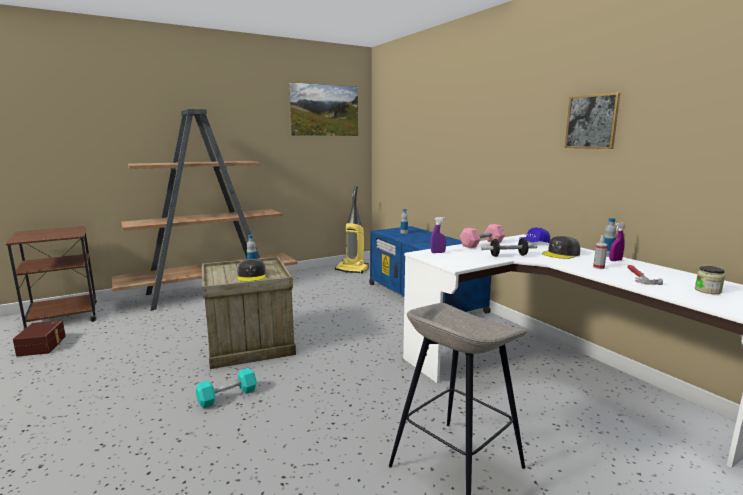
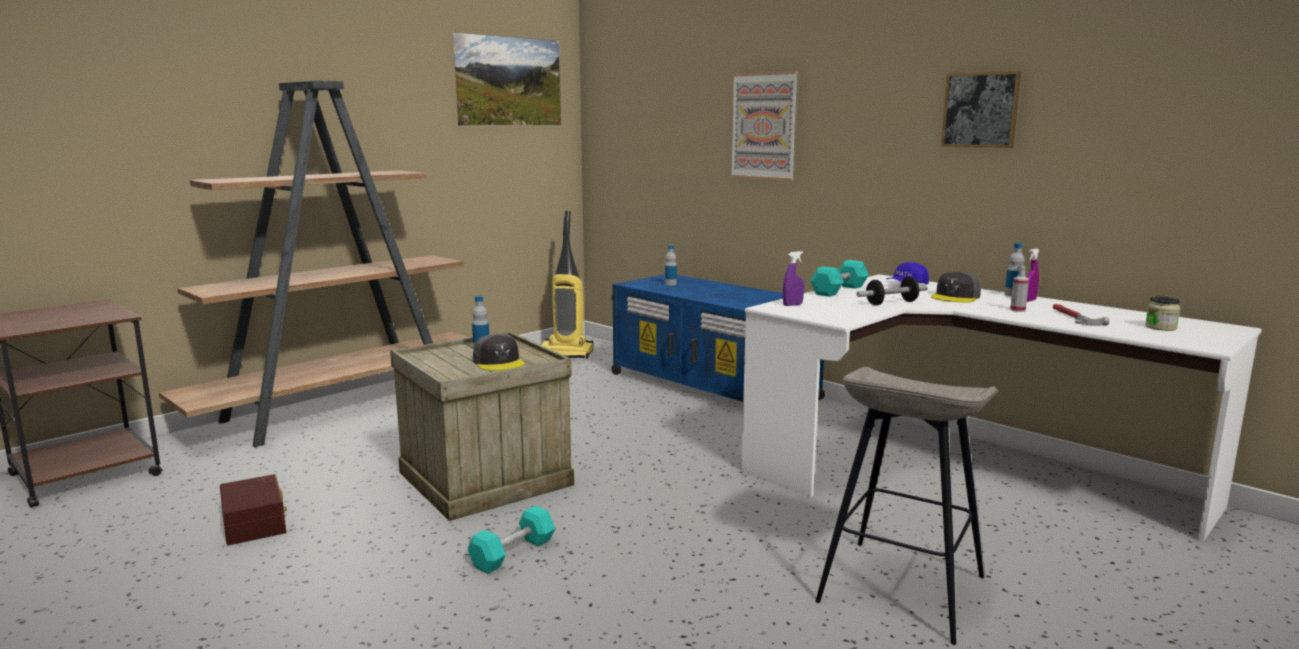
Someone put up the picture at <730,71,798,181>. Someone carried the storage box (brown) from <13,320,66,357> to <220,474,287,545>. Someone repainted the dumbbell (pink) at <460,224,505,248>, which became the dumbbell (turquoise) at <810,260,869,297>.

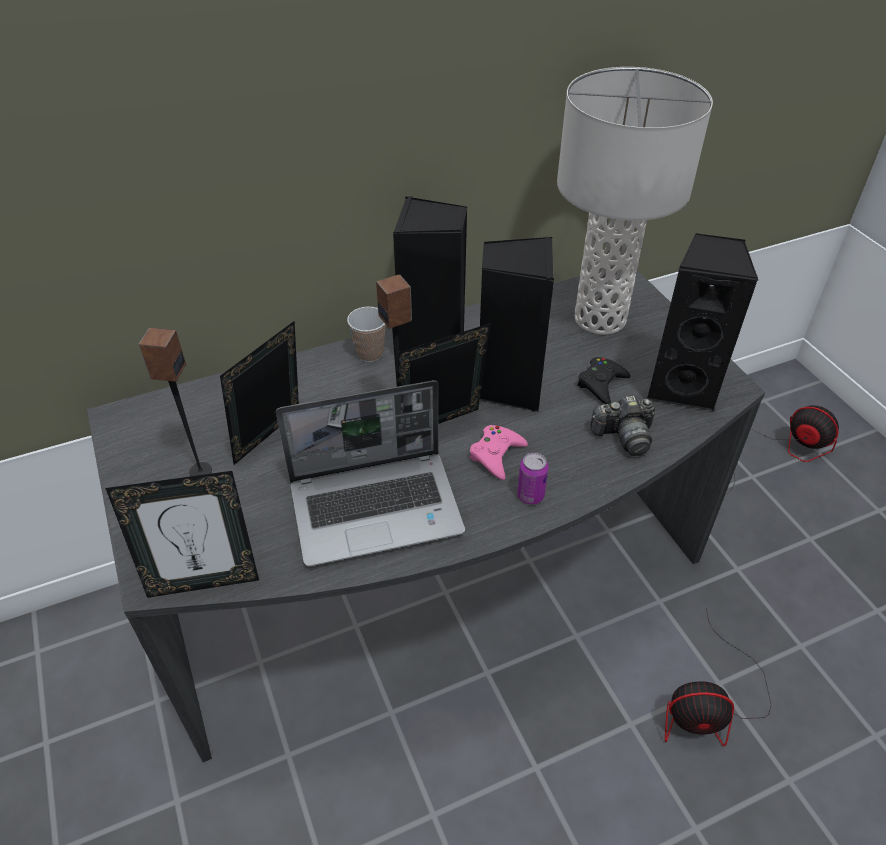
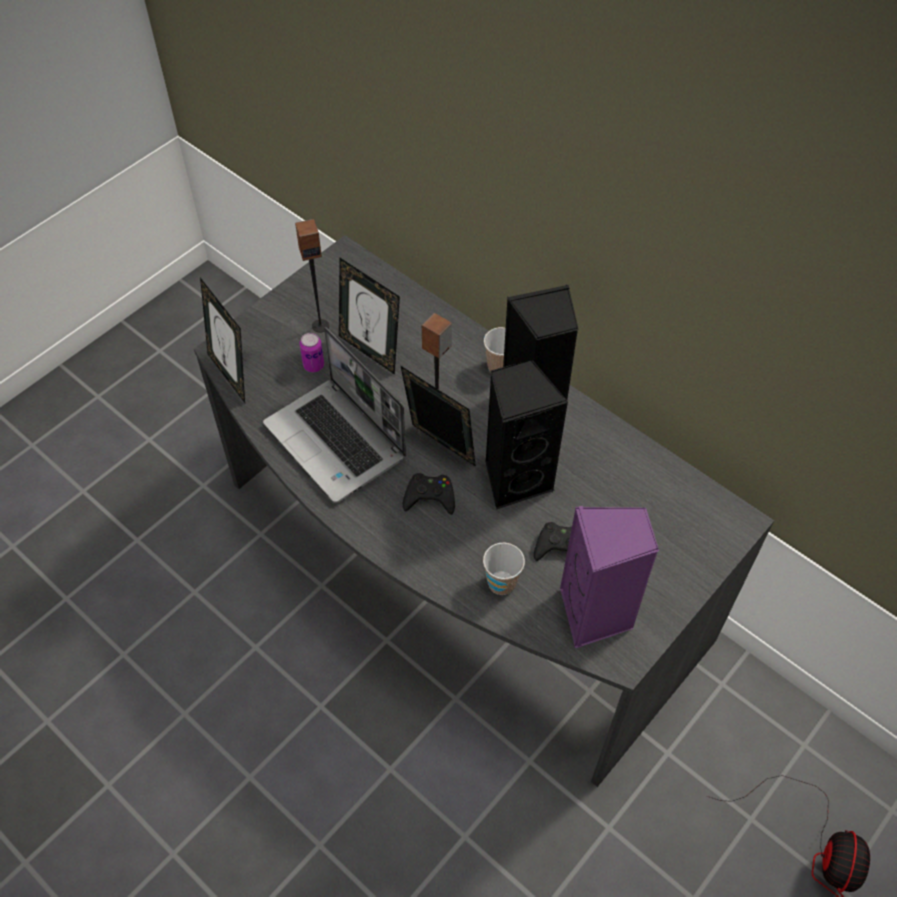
Someone took away the table lamp (white) at <557,67,713,335>. Someone took away the fan at <665,608,772,747>. Someone carried the can from <517,452,549,505> to <299,333,324,372>. Someone swapped the photo camera at <590,396,655,456> for the cup at <483,543,525,595>. Someone repainted the game controller (pink) at <470,425,528,480>, which became the game controller (black) at <403,473,455,515>. Someone repainted the speaker (black) at <647,233,759,412>, which became the speaker (purple) at <560,506,659,648>. Someone rotated the picture frame at <220,321,299,465> by 150 degrees counterclockwise.

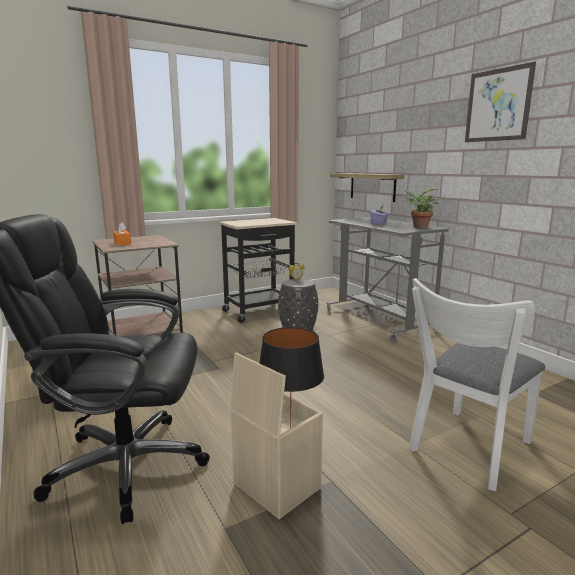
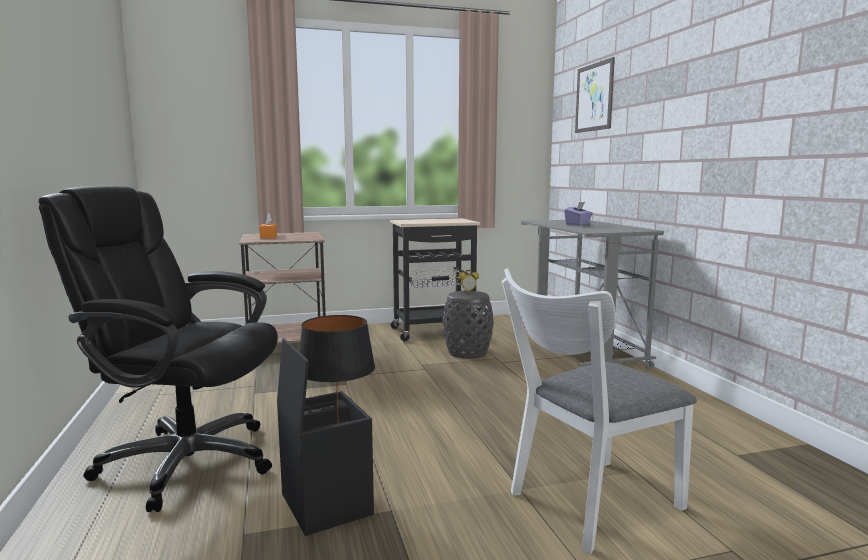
Someone took away the shelf at <330,173,404,202>. Someone took away the potted plant at <404,188,439,228>. Someone carried the picture from <465,62,536,142> to <575,57,615,133>. Someone repainted the storage box (beige) at <230,353,323,519>, which became the storage box (black) at <277,338,374,536>.

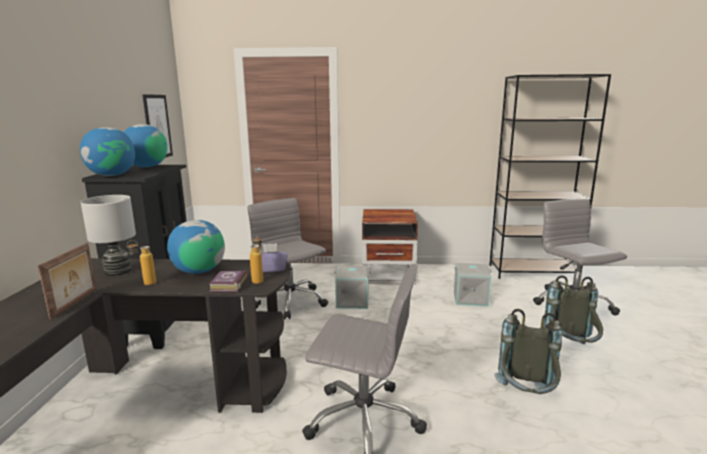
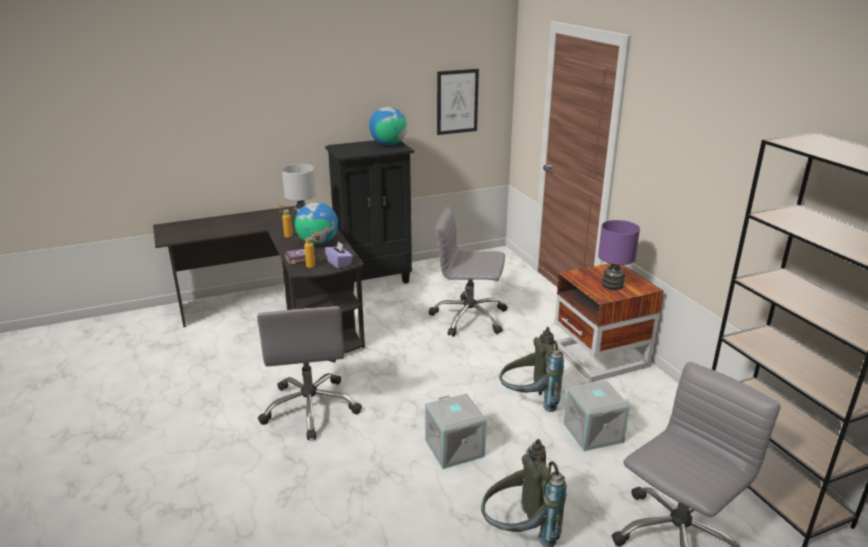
Someone took away the picture frame at <38,243,97,319>. Someone took away the globe at <80,127,135,176>. Someone put down the table lamp (purple) at <598,220,640,290>. Someone carried the storage box (grey) from <334,266,370,309> to <425,394,487,469>. Someone carried the backpack (grey) from <494,309,562,394> to <499,327,564,412>. Someone rotated the office chair (grey) at <248,198,328,319> by 105 degrees counterclockwise.

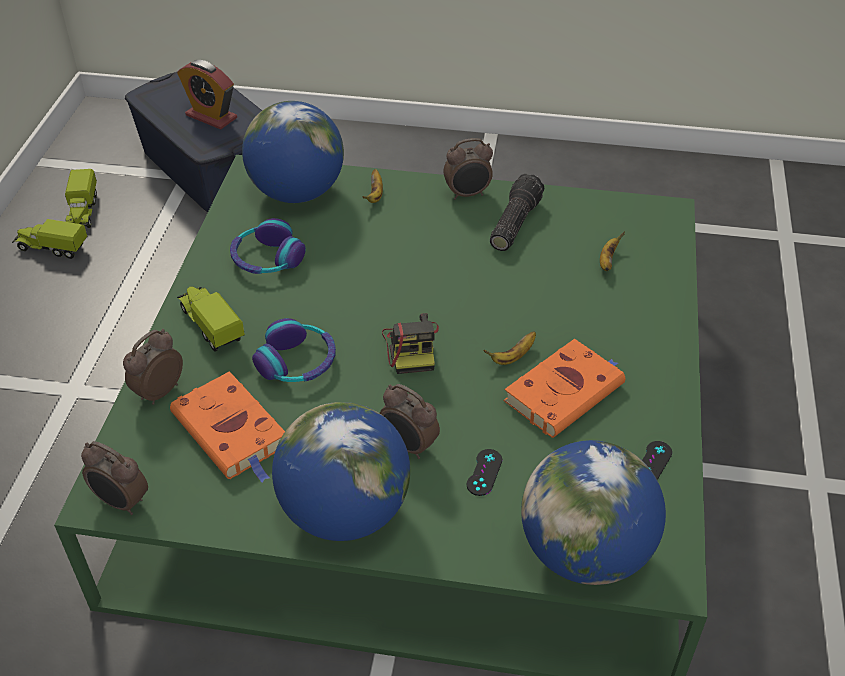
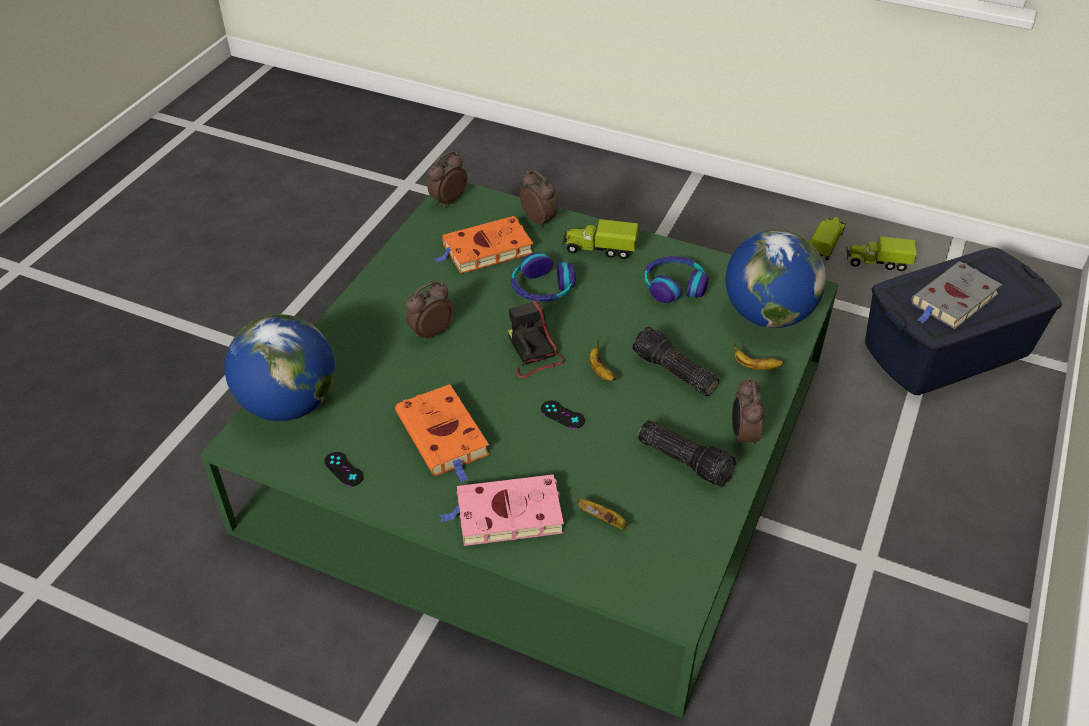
Someone took away the globe at <272,402,410,541>. Someone put down the book (pink) at <440,474,564,546>. Someone put down the flashlight at <632,326,719,396>. Someone carried the game controller (black) from <467,449,502,496> to <541,401,585,429>. Someone carried the banana from <483,331,536,365> to <589,339,616,381>. Someone swapped the alarm clock at <177,60,237,129> for the book (grey) at <911,261,1002,329>. Someone rotated the toy truck at <177,286,245,352> by 150 degrees counterclockwise. Someone rotated the photo camera at <382,313,439,374> by 60 degrees clockwise.

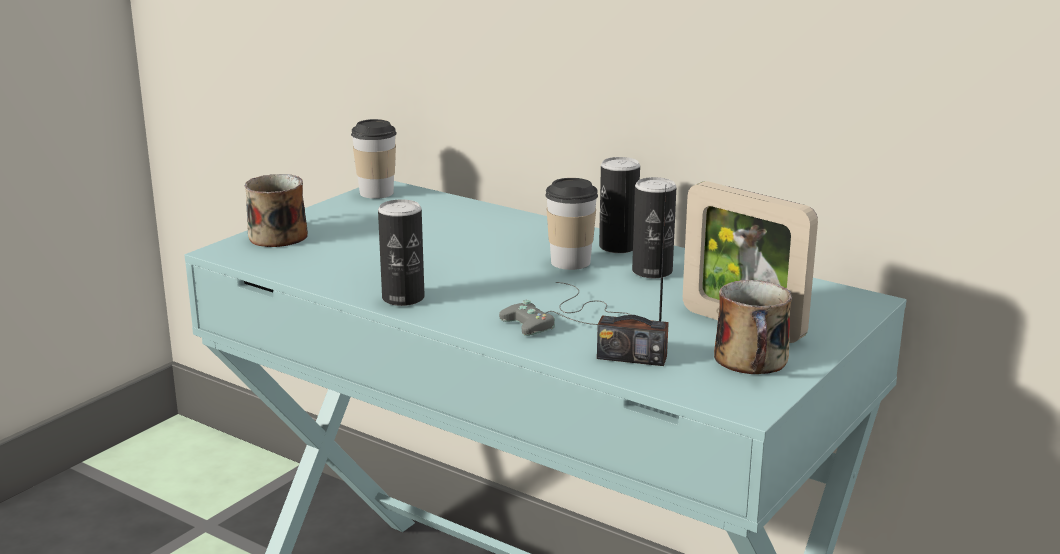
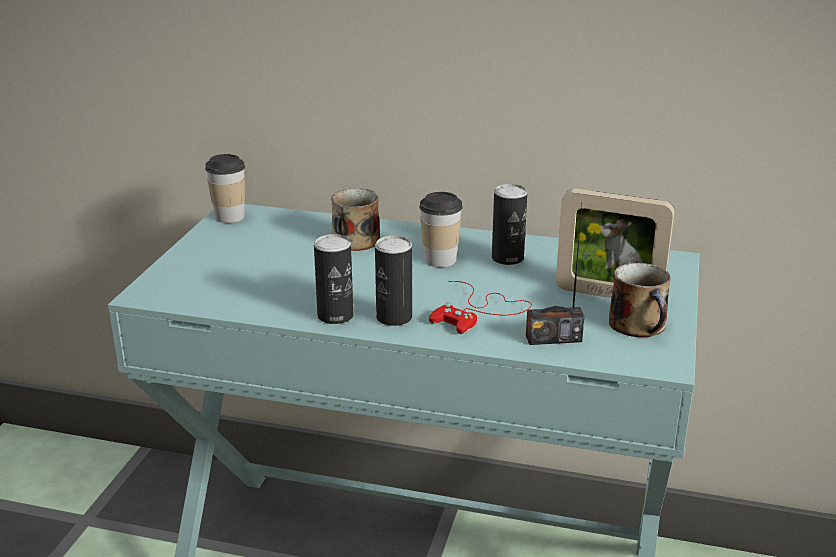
Someone carried the mug from <244,174,308,247> to <331,188,380,251>. Someone carried the can from <599,157,640,253> to <375,236,412,326>. Someone repainted the game controller (grey) at <499,282,631,336>, which became the game controller (red) at <429,281,532,334>.

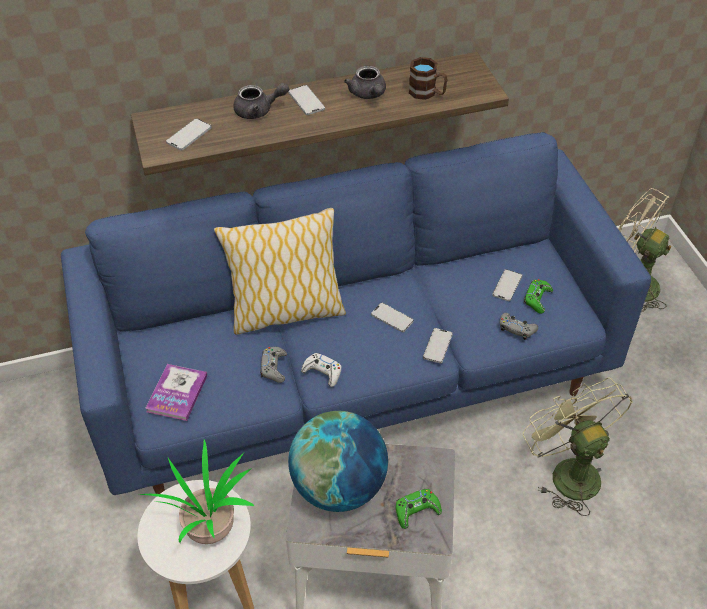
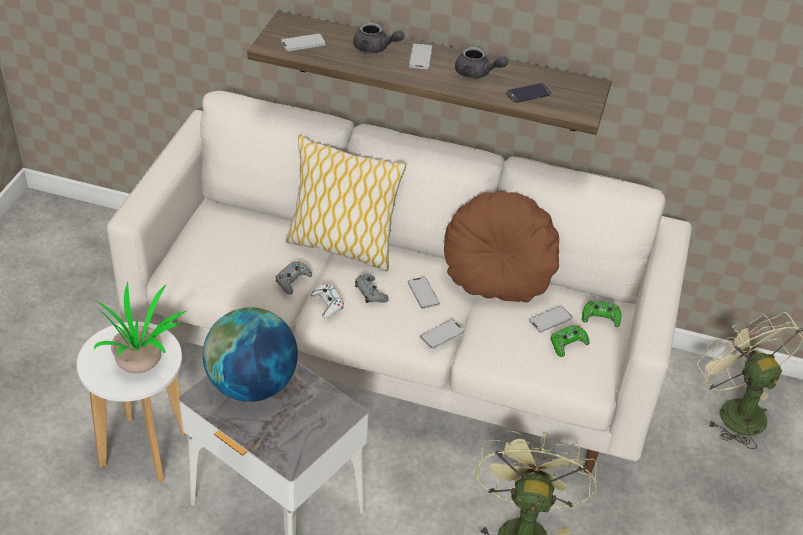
Someone took away the book at <145,364,208,421>. Someone put down the pillow (brown) at <444,191,559,302>. Someone carried the game controller (green) from <396,489,442,529> to <582,301,621,327>. Someone carried the game controller (grey) from <500,313,538,340> to <355,274,389,303>. Someone swapped the mug (brown) at <409,57,448,100> for the phone at <506,83,552,103>. Someone repainted the sofa (blue) at <61,132,651,495>, which became the sofa (white) at <107,91,692,474>. Someone rotated the teapot (grey) at <344,66,386,99> by 75 degrees counterclockwise.

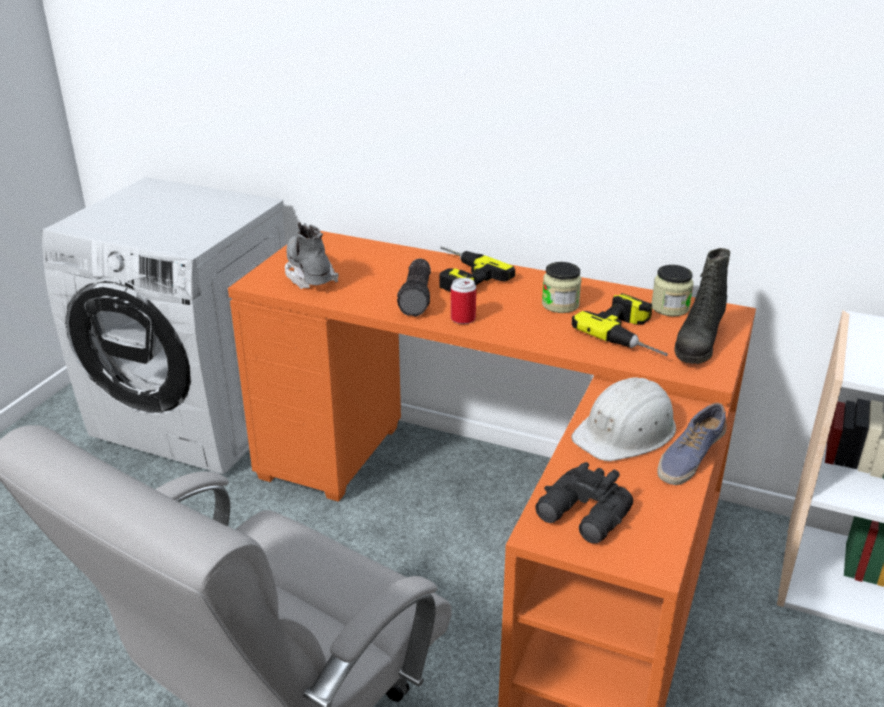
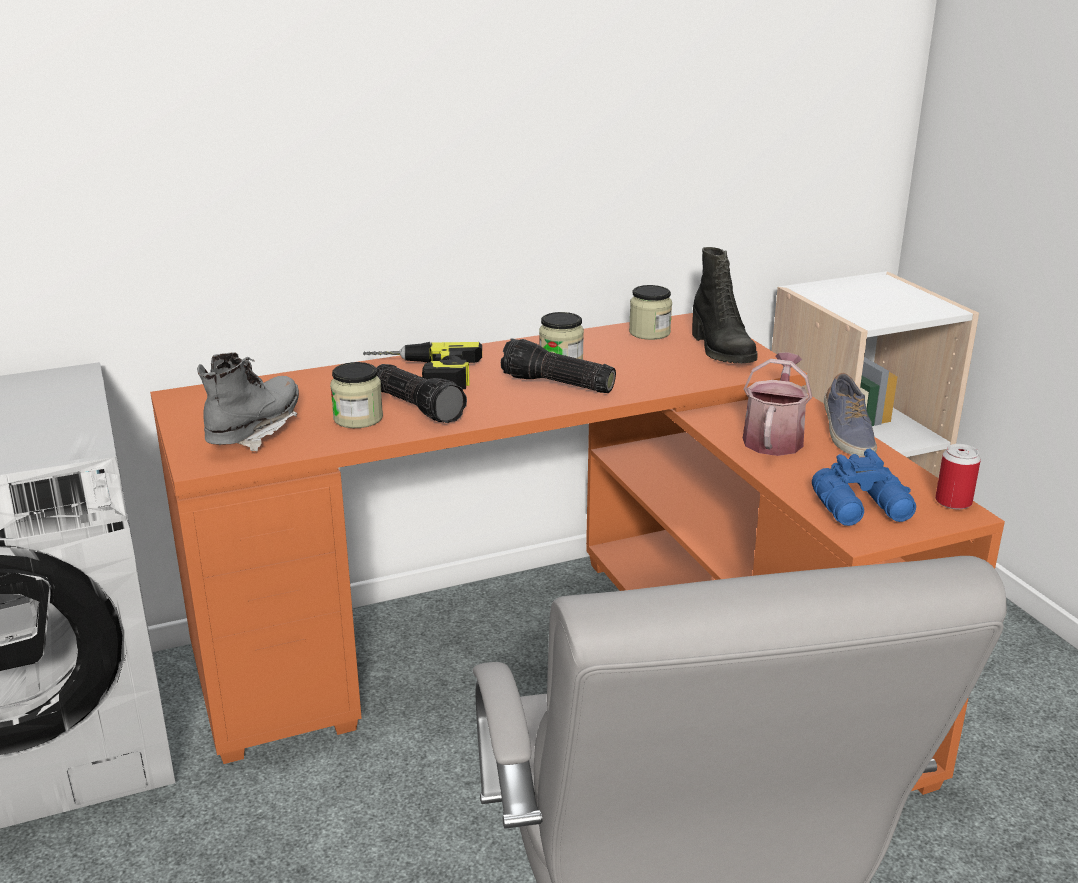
Someone took away the power drill at <572,293,668,356>. Someone put down the jar at <330,362,383,428>. Someone put down the flashlight at <501,338,616,393>. Someone carried the can from <451,278,476,324> to <935,444,981,509>. Someone swapped the hard hat (white) at <571,377,676,461> for the watering can at <743,353,812,456>. Someone repainted the binoculars (black) at <535,462,633,544>, which became the binoculars (blue) at <812,449,916,526>. Someone rotated the boot (grey) at <285,222,338,289> by 90 degrees clockwise.

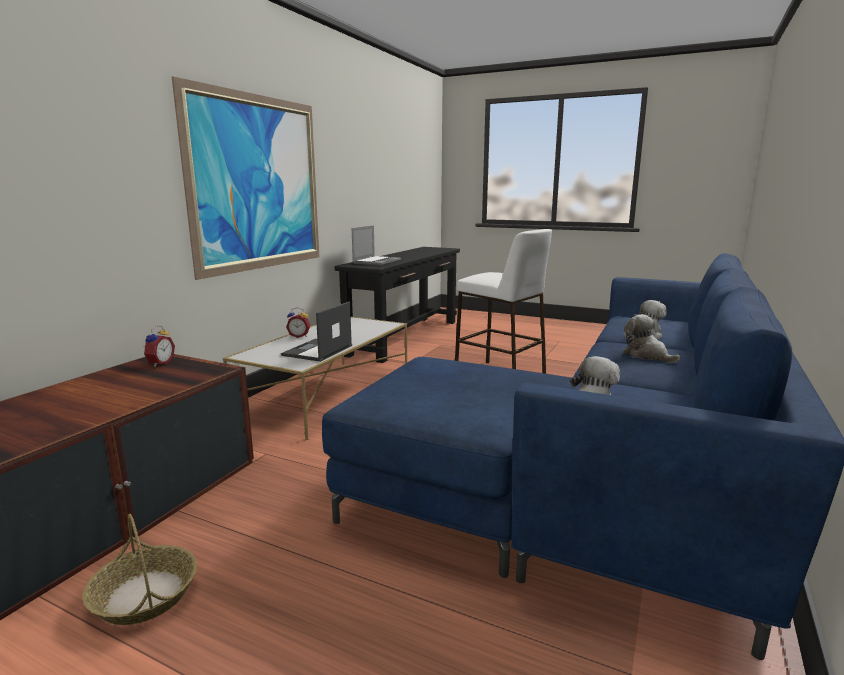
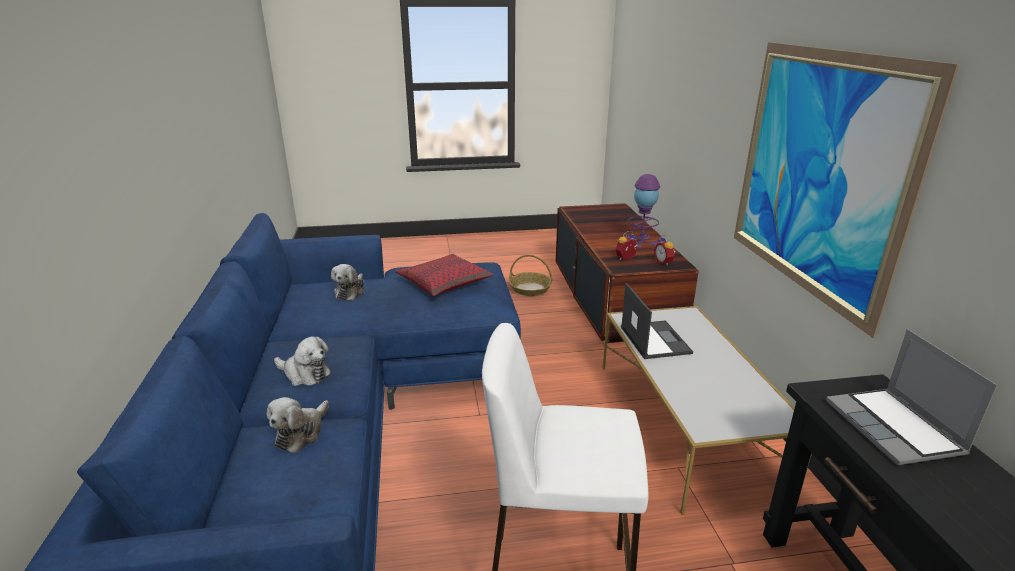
Someone put down the pillow (red) at <395,254,493,296>. Someone put down the table lamp (purple) at <627,174,660,248>. Someone carried the alarm clock from <286,308,311,338> to <616,231,638,260>.

